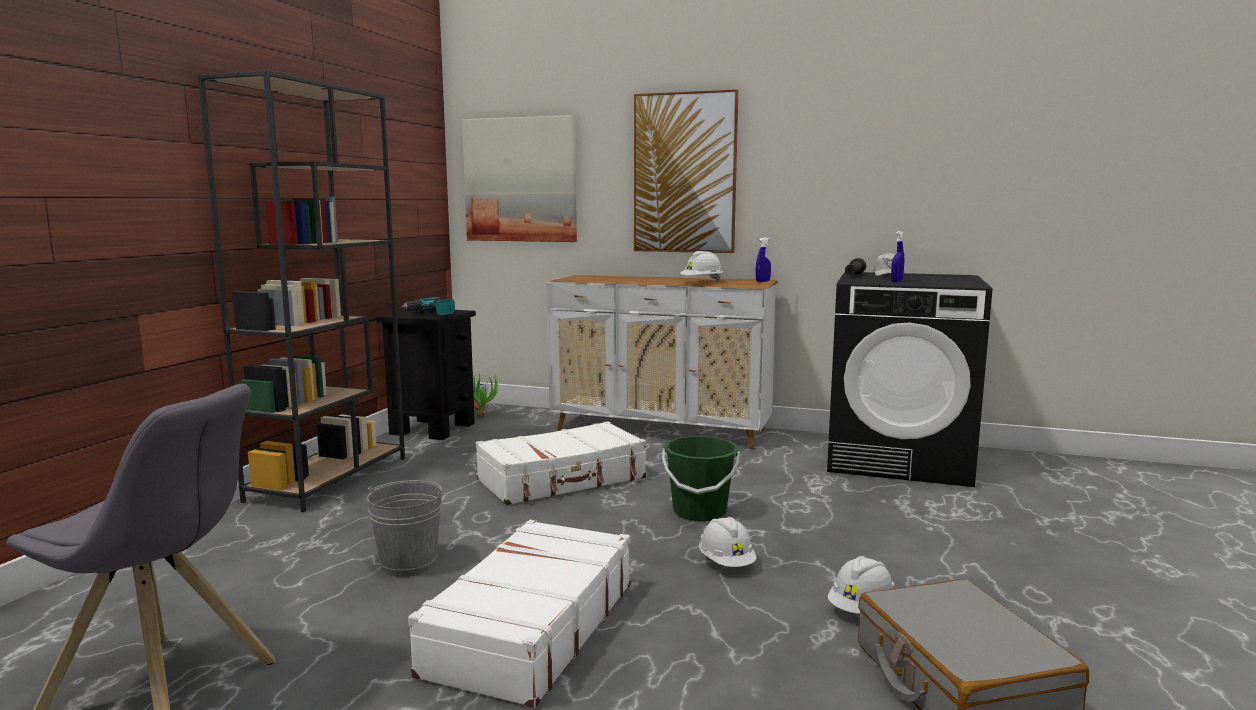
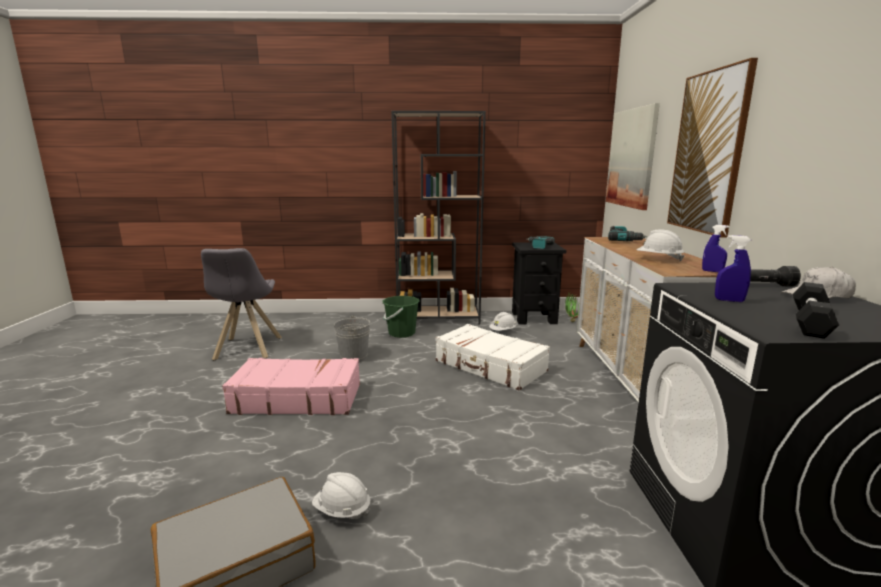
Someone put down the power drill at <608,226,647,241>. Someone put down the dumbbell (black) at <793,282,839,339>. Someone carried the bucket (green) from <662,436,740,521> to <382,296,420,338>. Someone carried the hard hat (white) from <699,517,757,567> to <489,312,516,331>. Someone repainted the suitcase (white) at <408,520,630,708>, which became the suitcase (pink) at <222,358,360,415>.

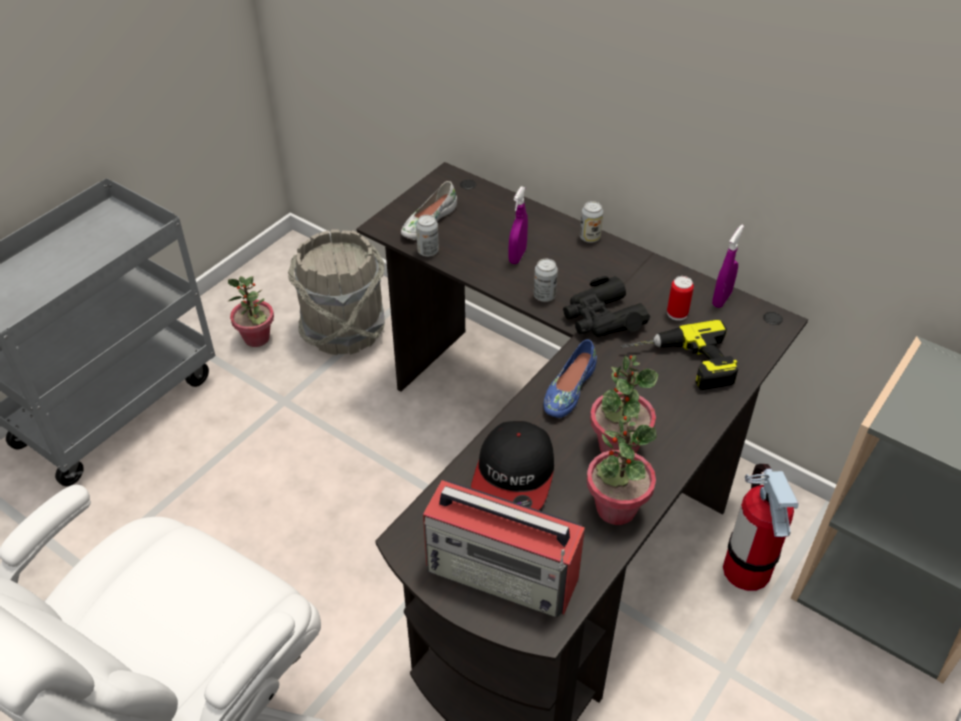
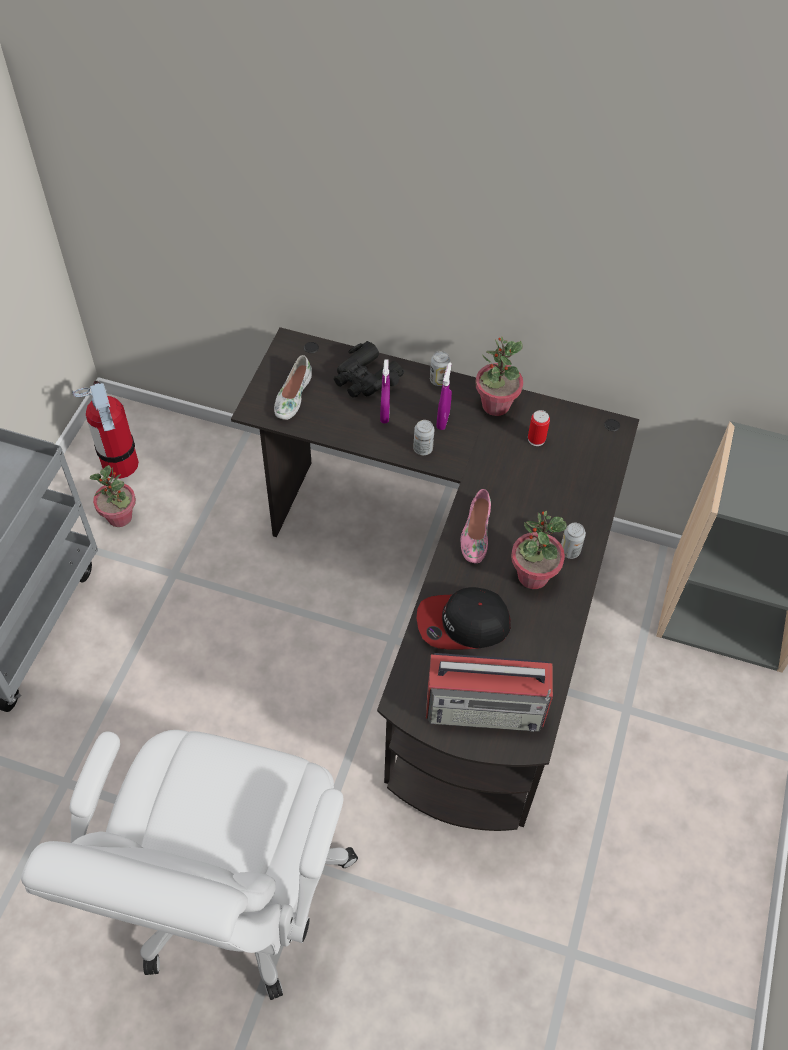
Someone took away the bucket (grey) at <288,229,385,355>. Someone took away the power drill at <621,320,738,390>. Someone carried the can from <416,215,439,257> to <561,523,586,559>. Someone carried the binoculars (black) from <563,276,650,337> to <334,341,404,398>. Someone carried the potted plant from <586,415,657,525> to <475,337,523,416>. Someone carried the spray bottle (purple) from <712,225,744,308> to <437,362,452,430>. Someone carried the fire extinguisher from <723,464,799,591> to <72,381,139,479>. Someone repainted the shoe (blue) at <544,340,597,418>, which became the shoe (pink) at <461,489,491,563>. Someone rotated the cap at <471,421,554,510> by 90 degrees clockwise.

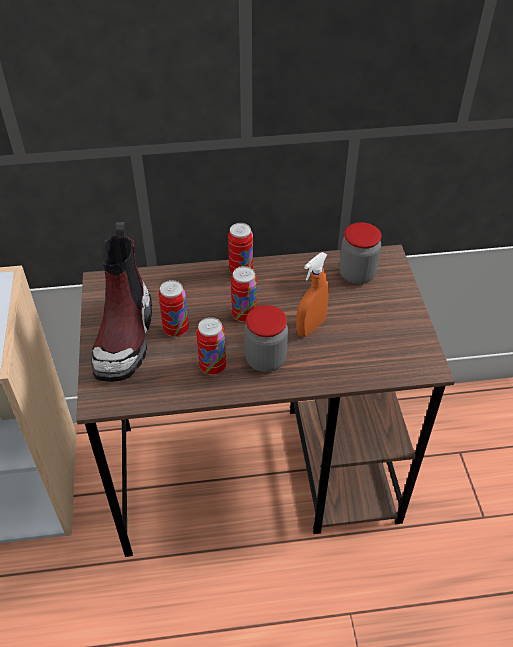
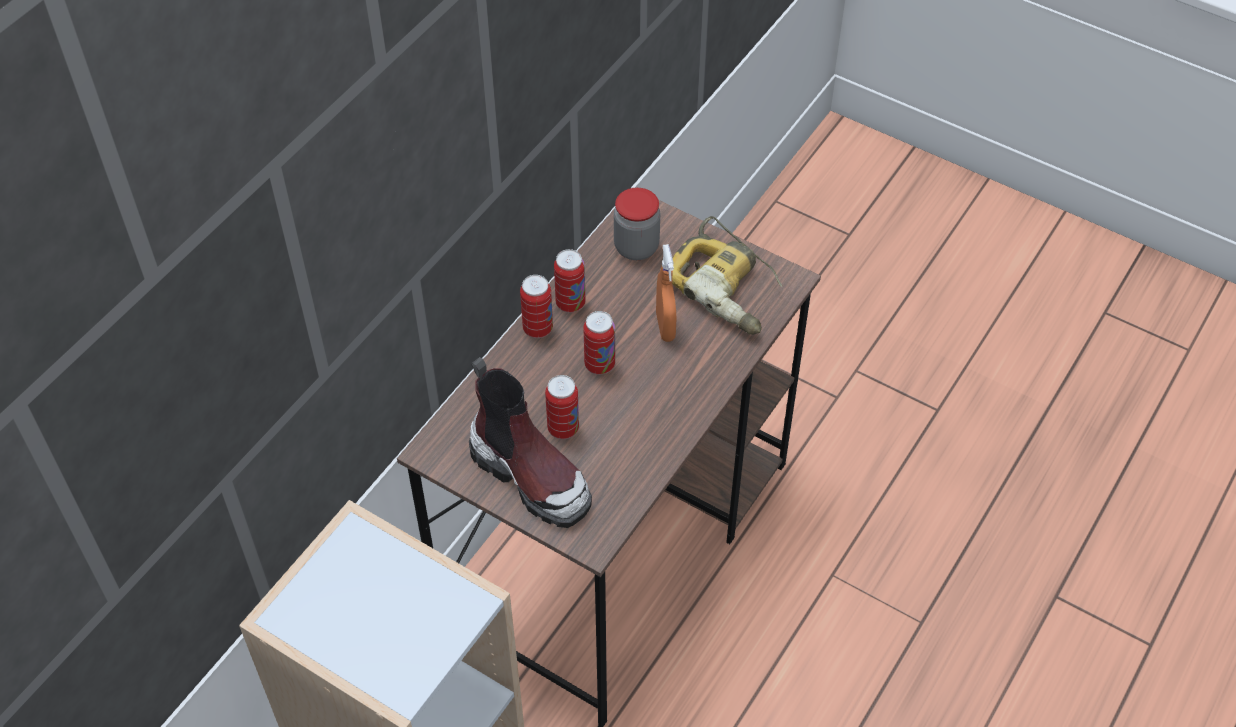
Someone took away the jar at <244,305,288,372>. Someone put down the power drill at <672,216,783,335>. Someone carried the can from <196,317,226,375> to <554,249,585,313>.

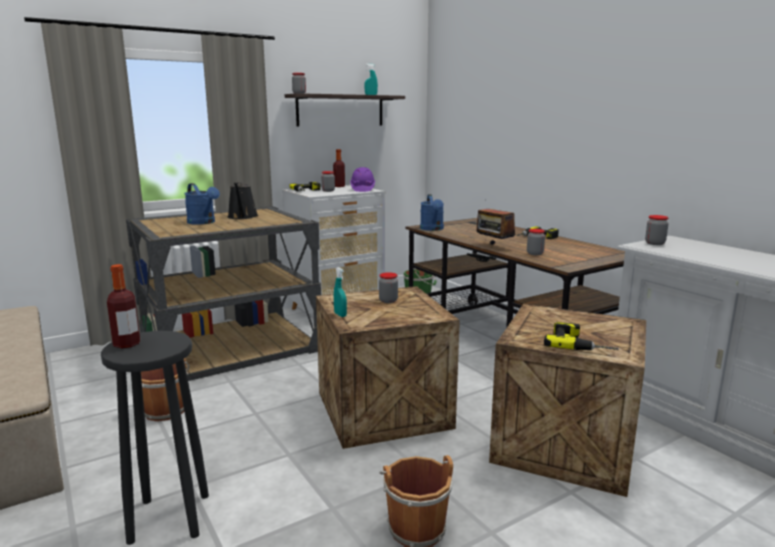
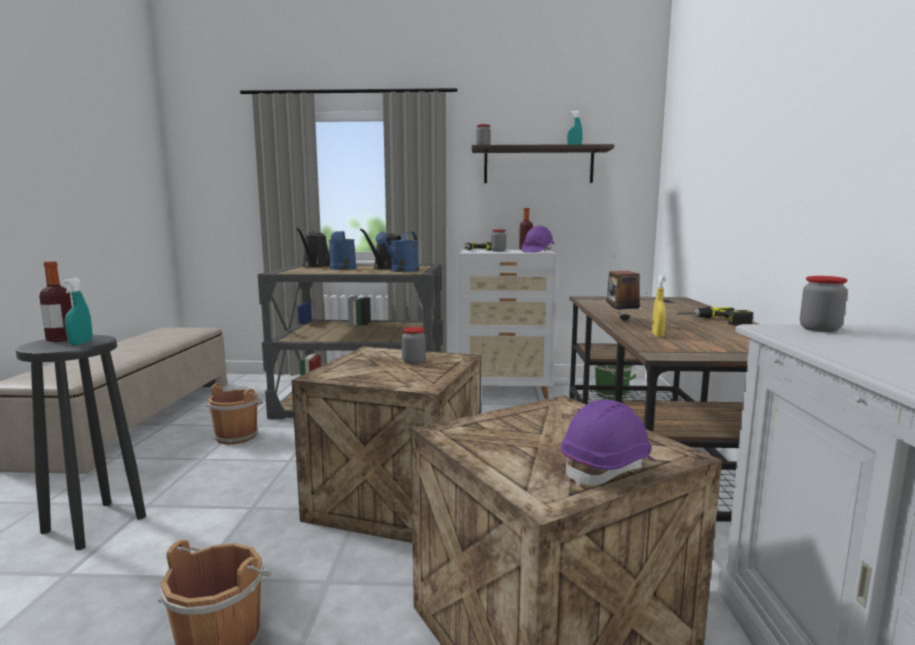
Someone took away the power drill at <544,322,619,350>. Someone put down the watering can (black) at <296,228,330,267>. Someone put down the hard hat (purple) at <561,400,656,487>. Someone carried the spray bottle (turquoise) from <334,267,347,317> to <62,278,93,345>. Someone carried the watering can (blue) from <420,194,444,231> to <375,232,419,272>. Someone swapped the jar at <527,229,545,255> for the spray bottle (yellow) at <652,275,666,337>.

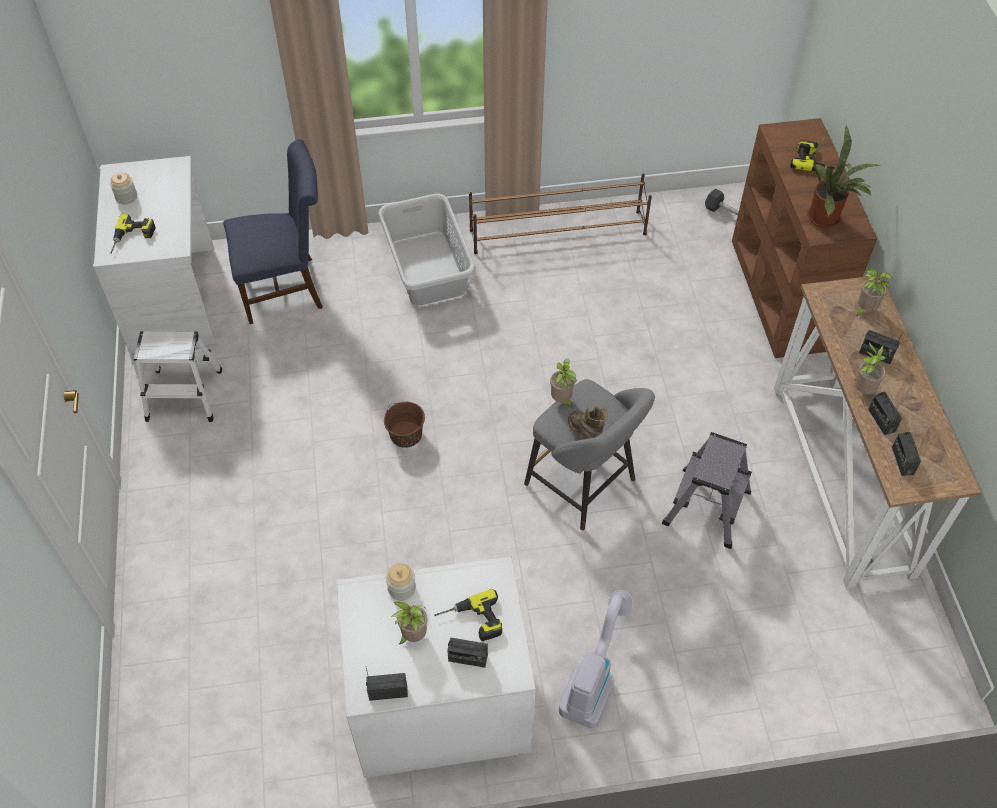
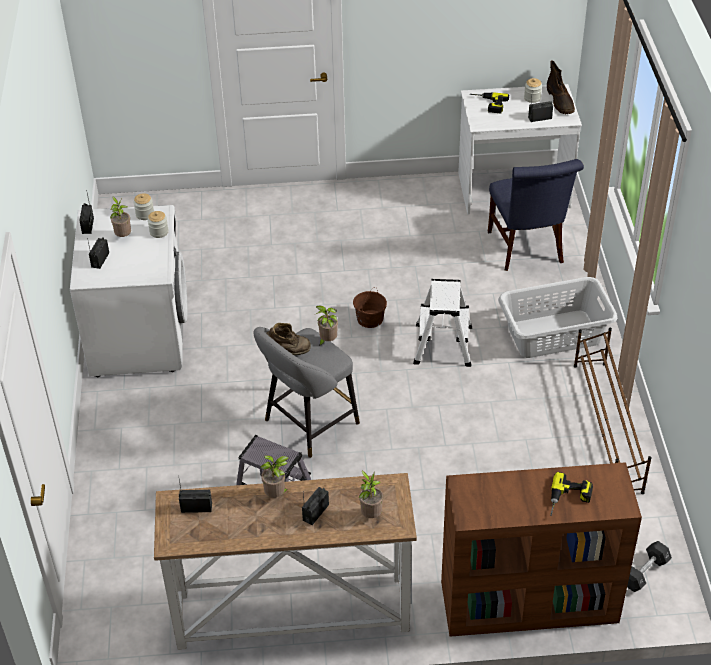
Someone took away the power drill at <434,589,502,641>. Someone took away the vacuum cleaner at <559,590,634,729>. Someone took away the potted plant at <807,126,882,228>. Someone put down the jar at <134,193,154,220>. Someone put down the boot (brown) at <547,60,575,114>. Someone carried the step ladder (white) from <134,331,222,422> to <413,279,472,367>. Someone carried the radio from <868,392,902,435> to <528,98,553,122>.

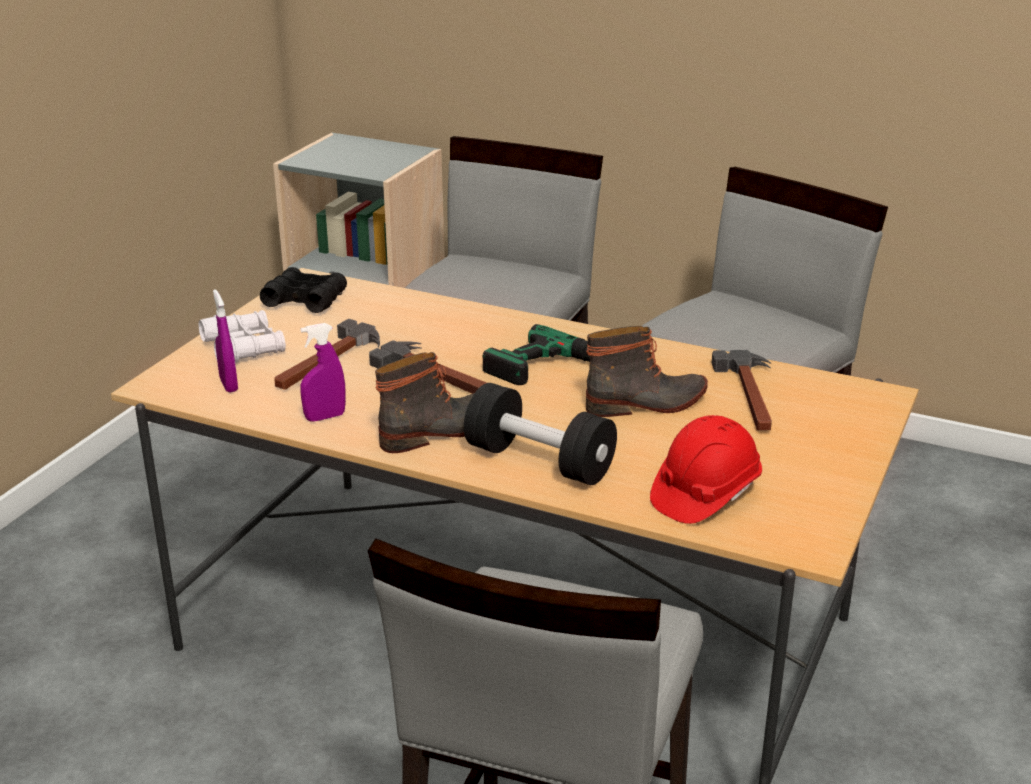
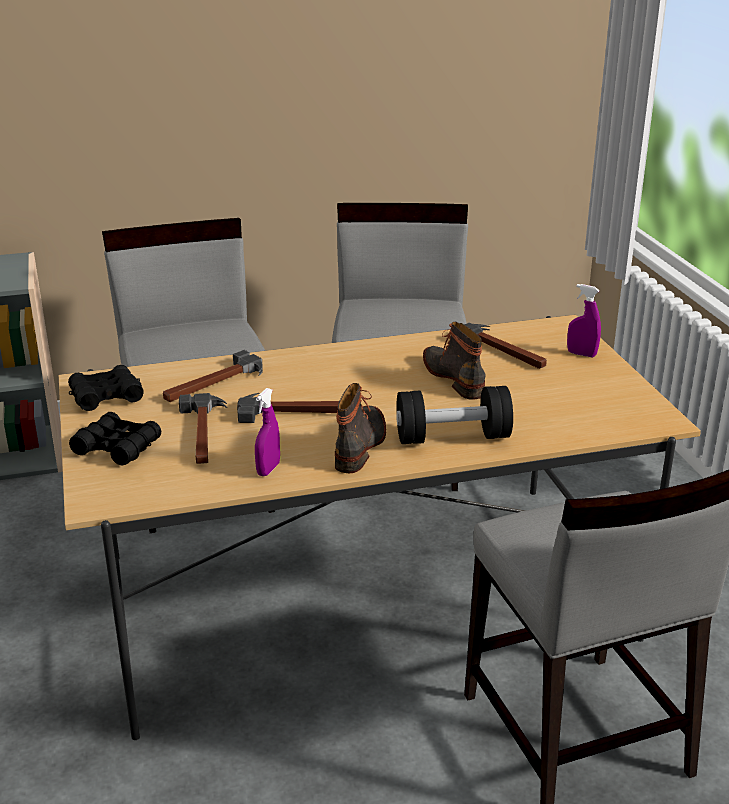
Someone took away the power drill at <483,324,590,385>. Someone took away the hard hat (red) at <650,415,762,524>. Someone put down the hammer at <163,350,263,402>. Someone carried the spray bottle (purple) from <213,289,238,392> to <567,284,601,357>. Someone repainted the binoculars (white) at <199,310,286,363>, which became the binoculars (black) at <69,412,161,465>. Someone rotated the boot at <586,326,708,417> by 60 degrees counterclockwise.

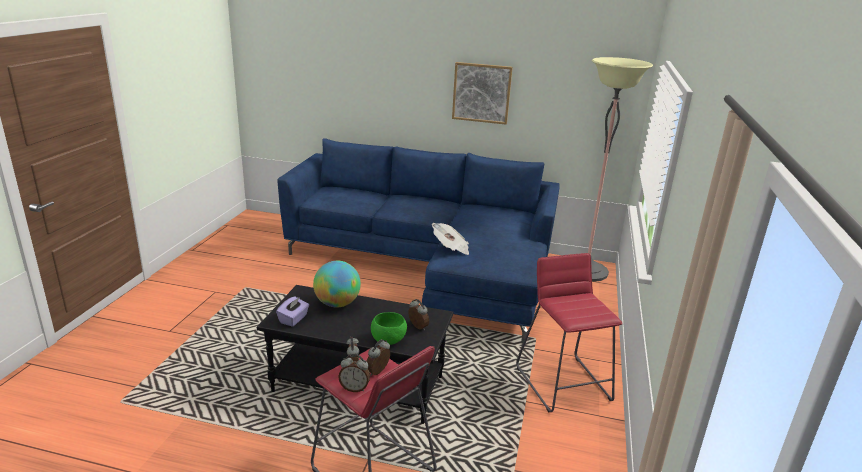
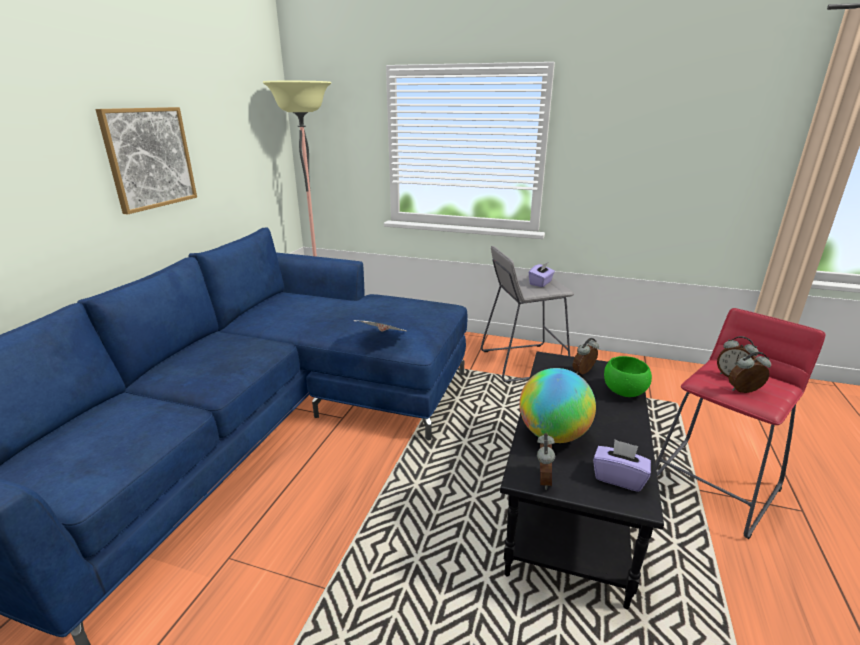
Someone put down the tissue box (purple) at <529,262,555,287>. Someone carried the alarm clock from <338,354,370,392> to <537,433,555,490>. Someone repainted the stool (red) at <516,253,623,412>, which became the stool (grey) at <481,246,574,383>.

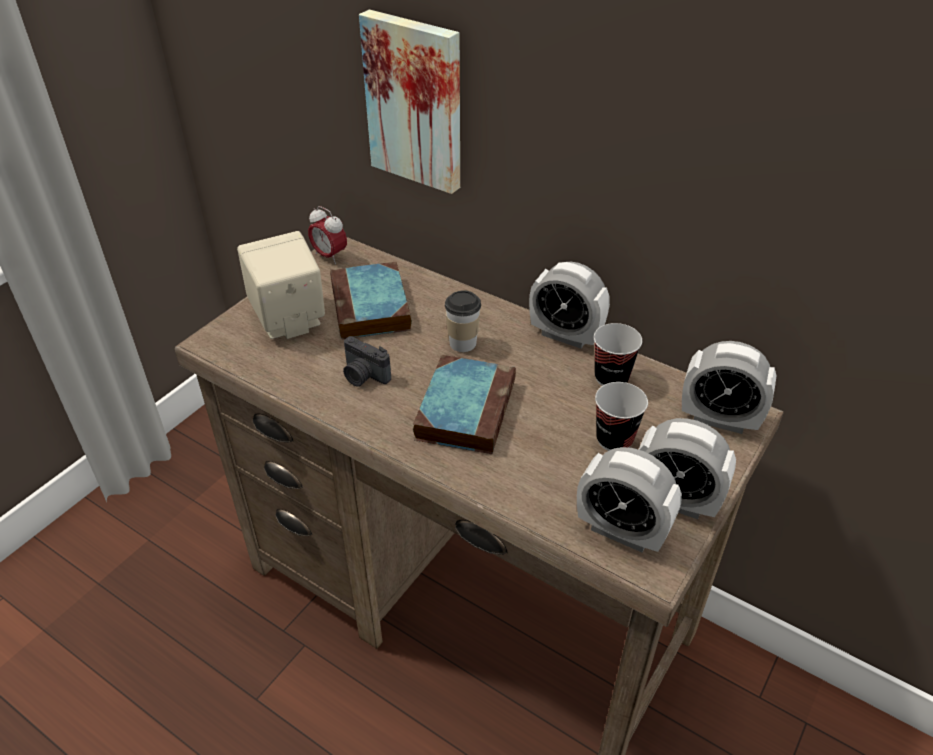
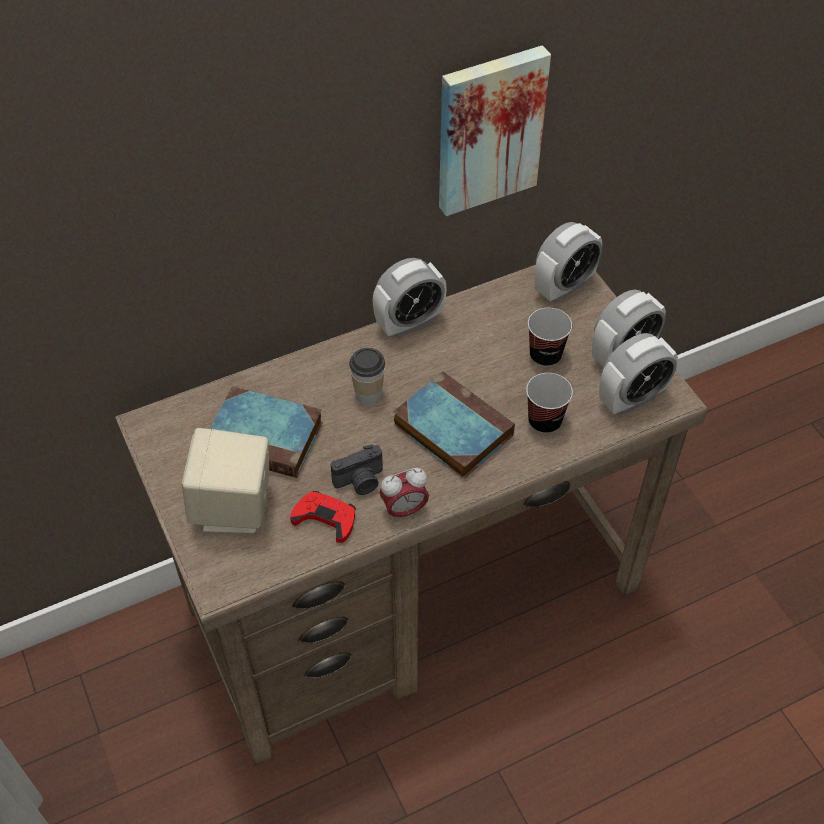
Someone put down the game controller (red) at <290,491,356,543>. Someone carried the alarm clock from <308,206,347,264> to <380,468,429,521>. Someone carried the picture from <359,9,460,194> to <439,45,551,216>. Someone carried the cup from <594,323,642,386> to <526,373,573,434>.

